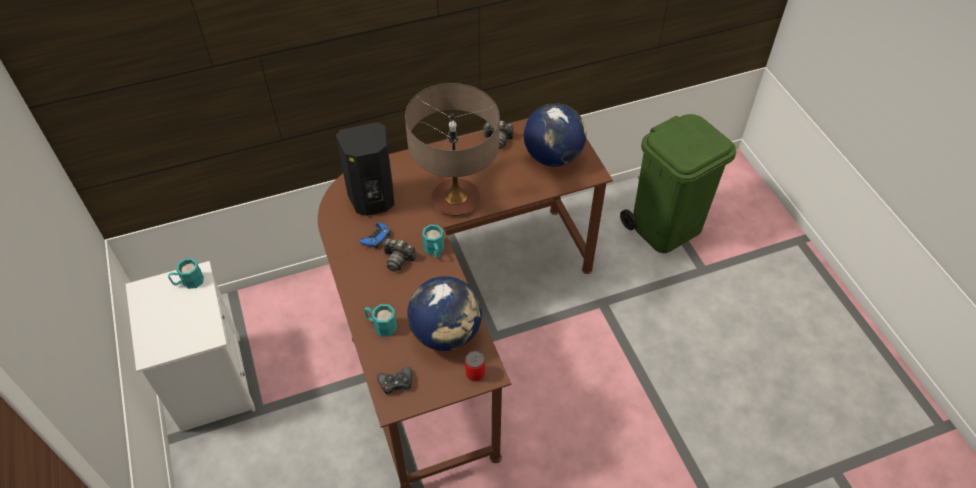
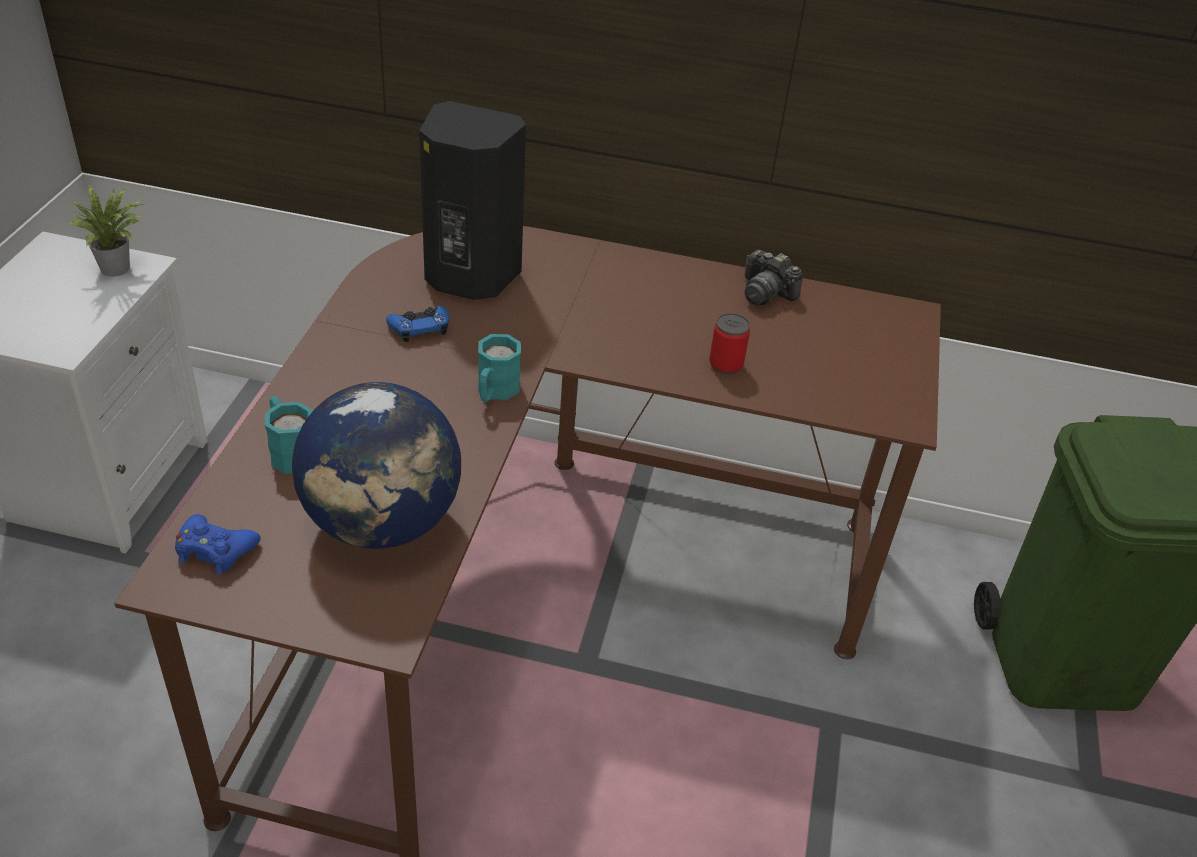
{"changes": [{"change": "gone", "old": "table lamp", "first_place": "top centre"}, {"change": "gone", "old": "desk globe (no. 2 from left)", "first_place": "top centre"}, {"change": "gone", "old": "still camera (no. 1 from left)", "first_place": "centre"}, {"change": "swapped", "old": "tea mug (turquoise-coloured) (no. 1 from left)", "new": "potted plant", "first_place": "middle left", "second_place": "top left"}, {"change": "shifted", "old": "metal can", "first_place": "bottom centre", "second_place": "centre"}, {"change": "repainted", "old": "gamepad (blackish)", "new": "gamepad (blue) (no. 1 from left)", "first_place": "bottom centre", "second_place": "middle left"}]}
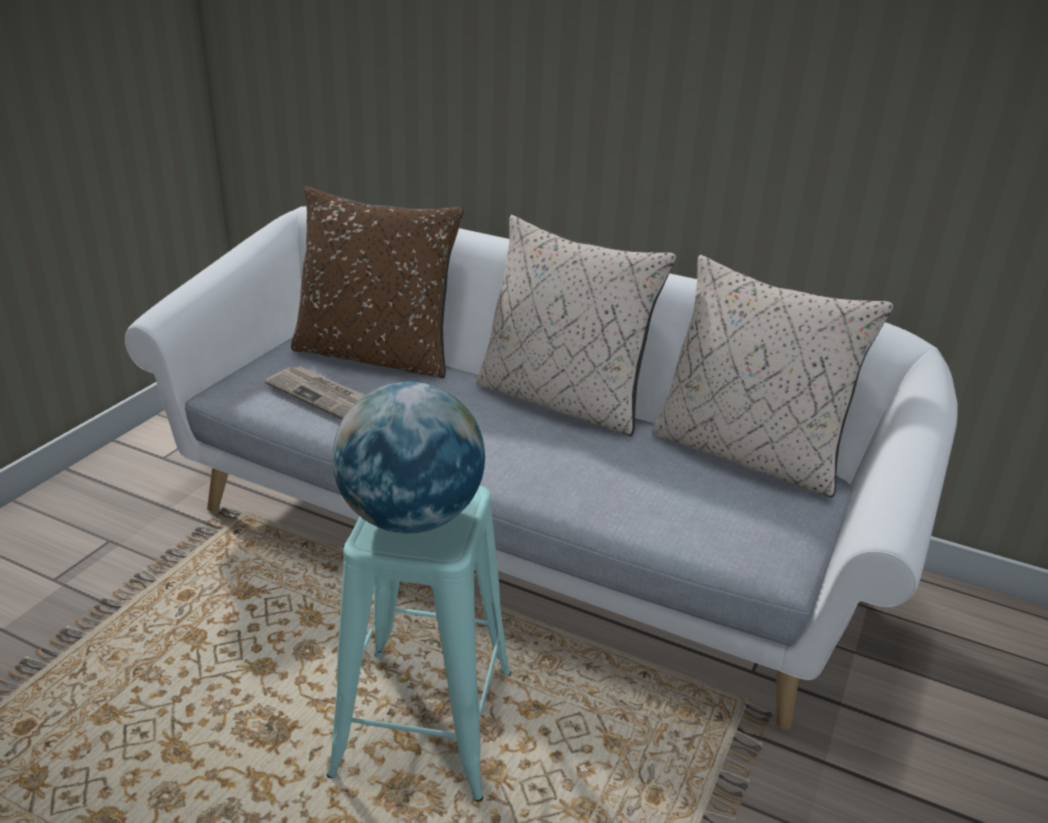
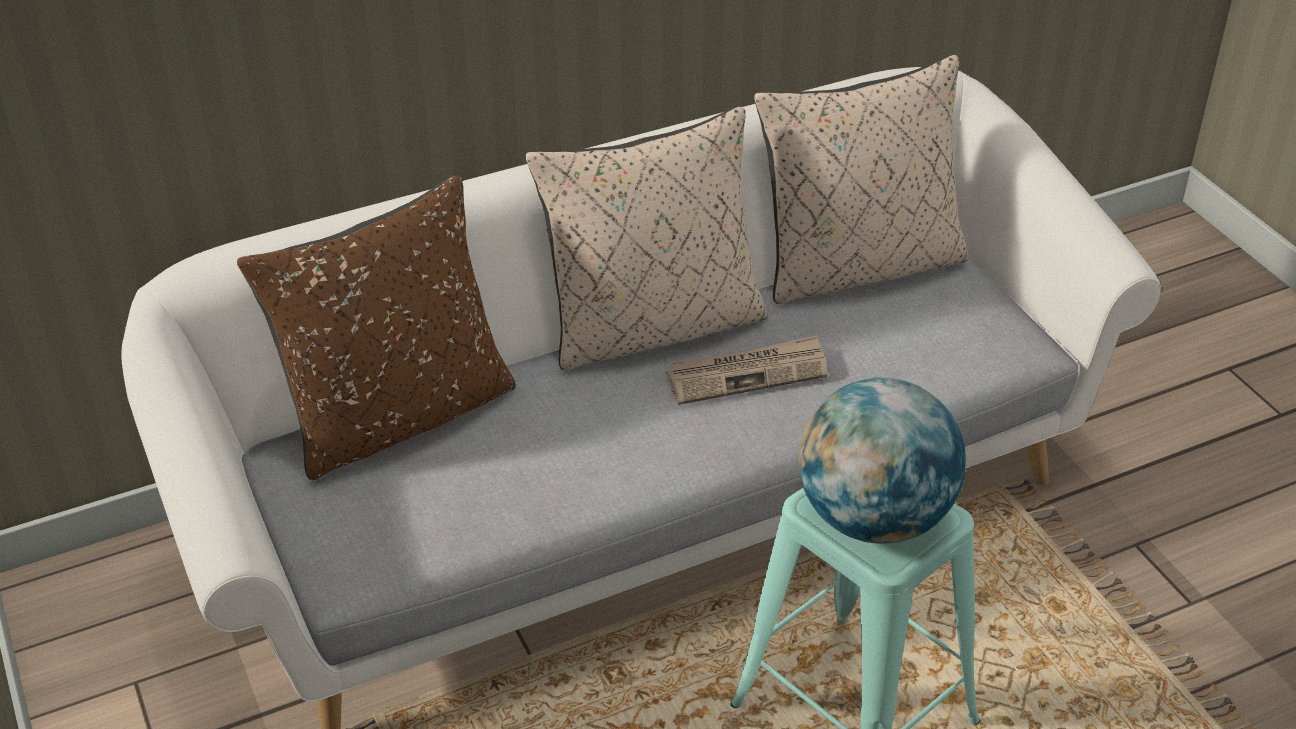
{"changes": [{"change": "shifted", "old": "daily paper", "first_place": "middle left", "second_place": "centre"}]}
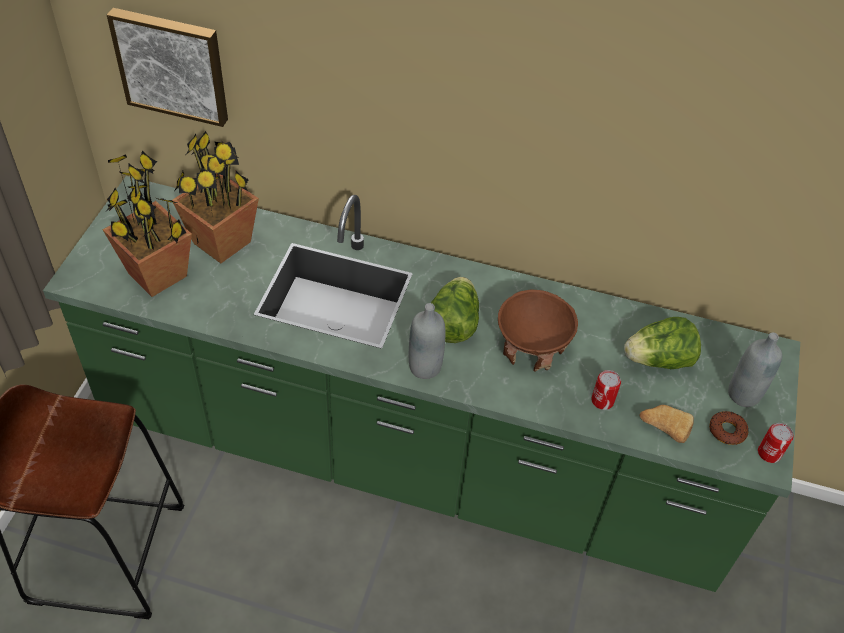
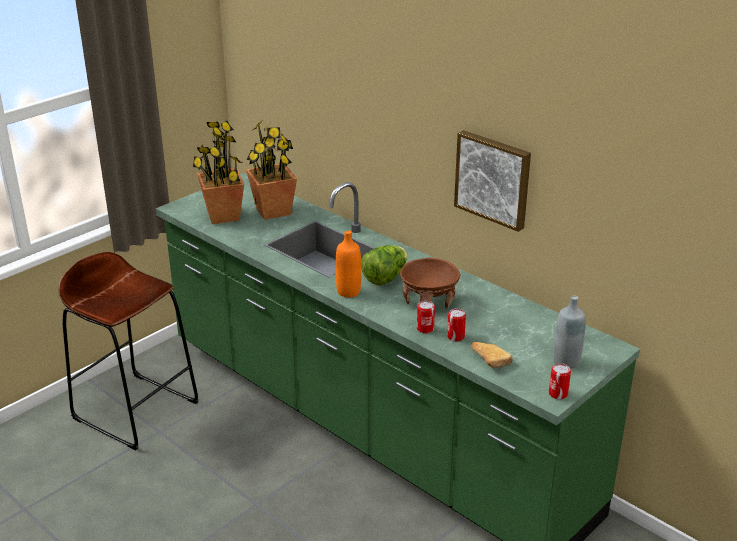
{"changes": [{"change": "shifted", "old": "picture", "first_place": "top left", "second_place": "middle right"}, {"change": "repainted", "old": "beverage bottle (grey) (no. 1 from left)", "new": "beverage bottle (orange)", "first_place": "centre", "second_place": "centre"}, {"change": "gone", "old": "lettuce head (no. 2 from left)", "first_place": "middle right"}, {"change": "gone", "old": "donut", "first_place": "bottom right"}, {"change": "new", "new": "metal can (no. 1 from left)", "second_place": "centre"}]}
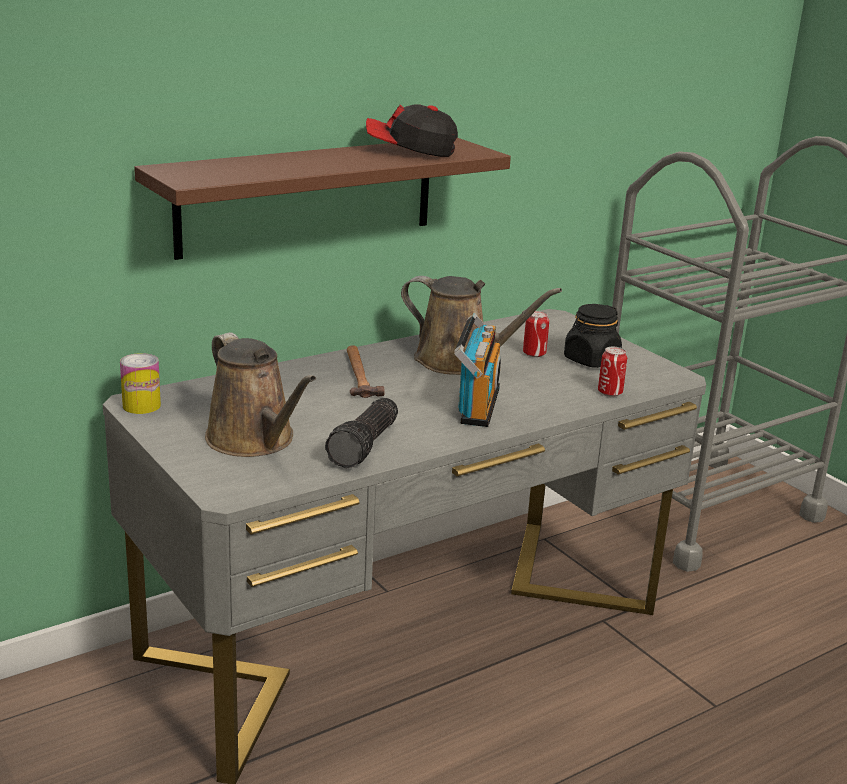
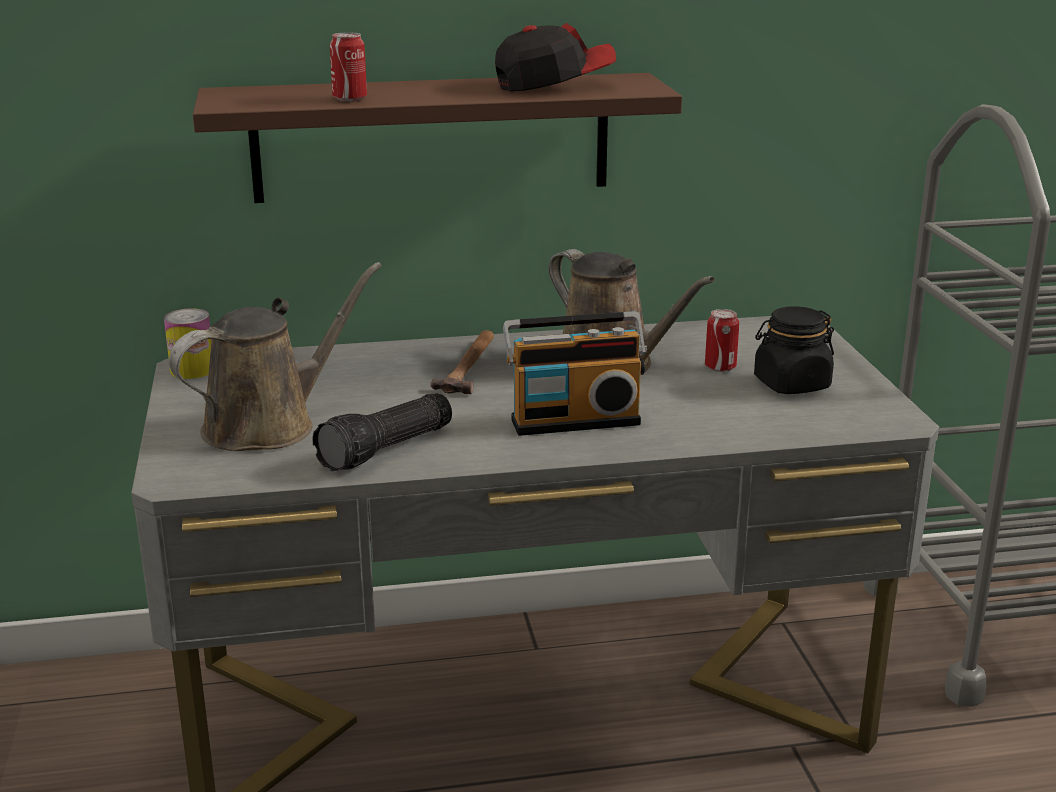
{"changes": [{"change": "rotated", "old": "peaked cap", "first_place": "top centre", "second_place": "top centre", "degrees": 135}, {"change": "rotated", "old": "radio receiver", "first_place": "centre", "second_place": "centre", "degrees": 45}, {"change": "rotated", "old": "sprinkling can (brown) (no. 1 from left)", "first_place": "middle left", "second_place": "middle left", "degrees": -120}, {"change": "shifted", "old": "metal can (no. 3 from left in the first image)", "new": "metal can (no. 2 from left)", "first_place": "middle right", "second_place": "top left"}]}
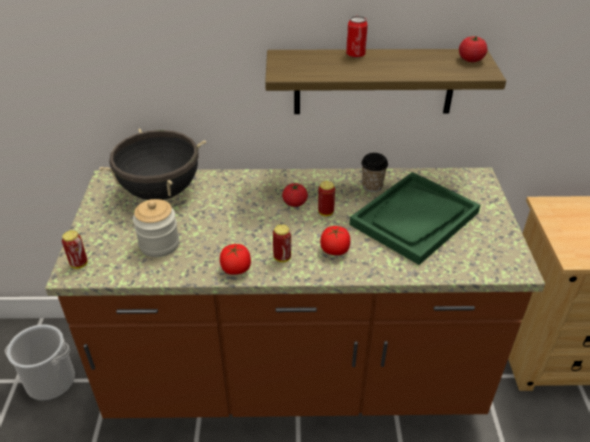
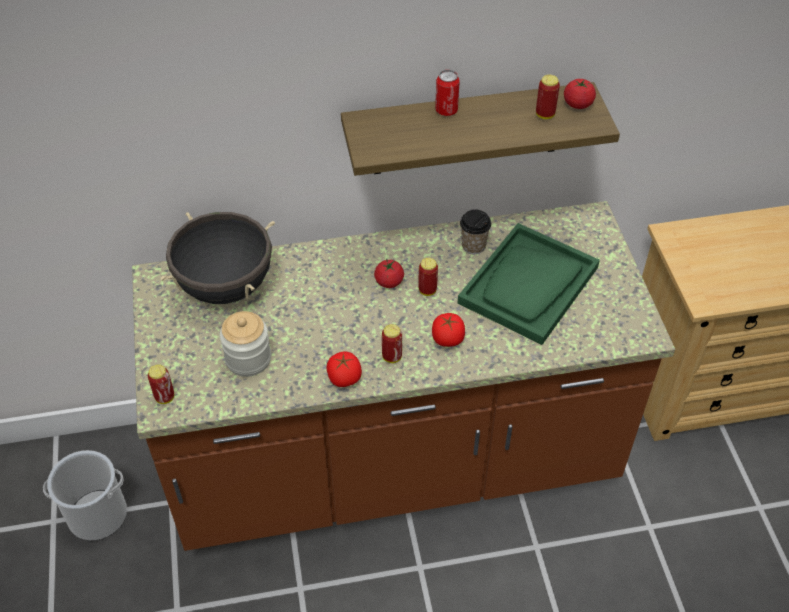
{"changes": [{"change": "new", "new": "metal can (no. 5 from left)", "second_place": "top right"}]}
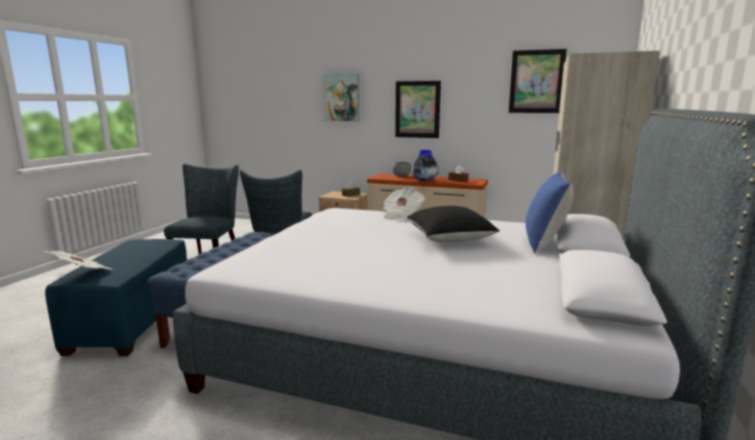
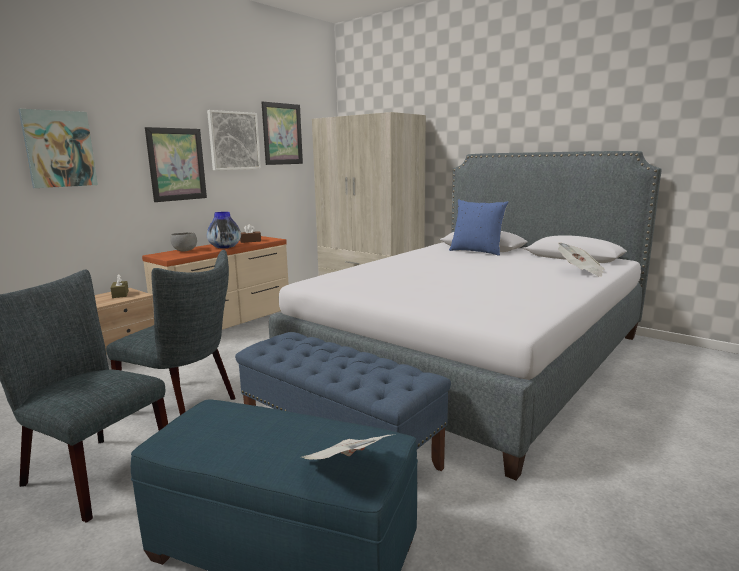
{"changes": [{"change": "shifted", "old": "daily paper (no. 2 from left)", "first_place": "centre", "second_place": "middle right"}, {"change": "gone", "old": "pillow (blackish)", "first_place": "centre"}, {"change": "new", "new": "picture (no. 3 from left)", "second_place": "top left"}]}
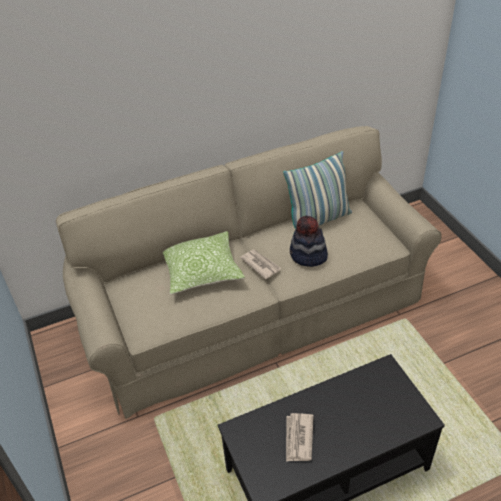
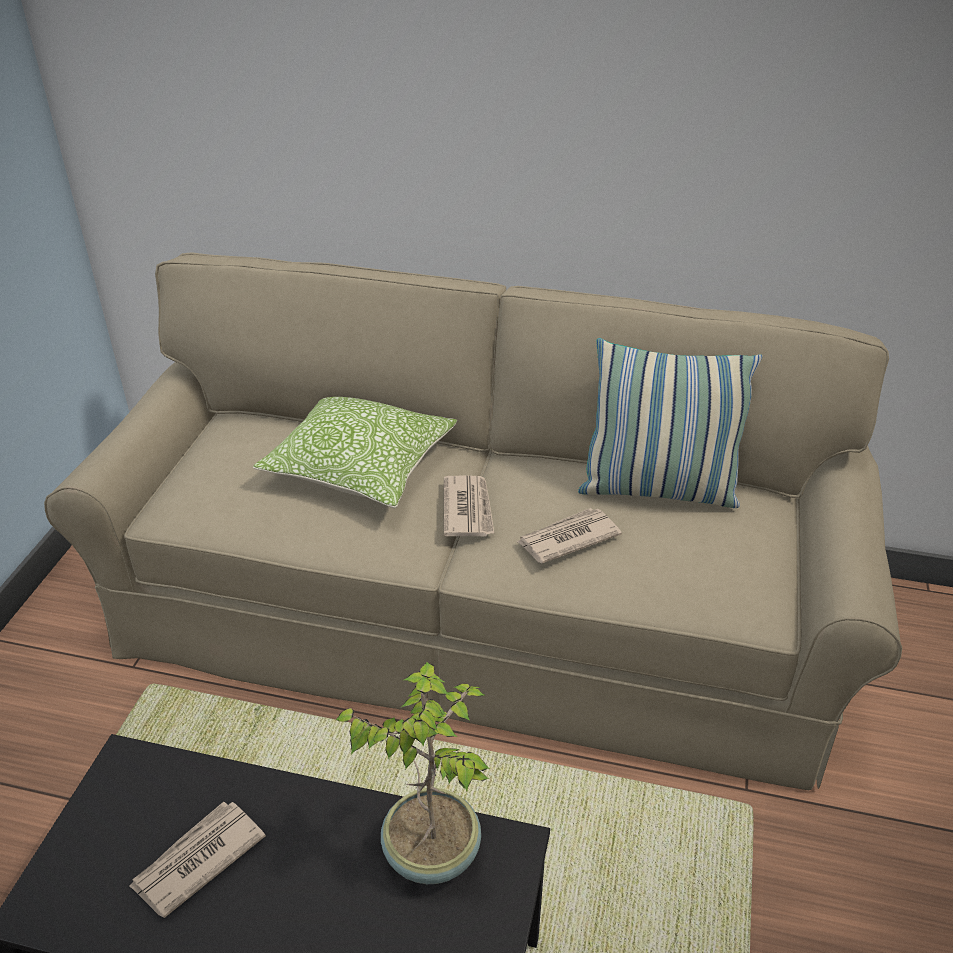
{"changes": [{"change": "swapped", "old": "wearable hat", "new": "daily paper (no. 3 from left)", "first_place": "centre", "second_place": "centre"}, {"change": "new", "new": "potted plant", "second_place": "bottom centre"}]}
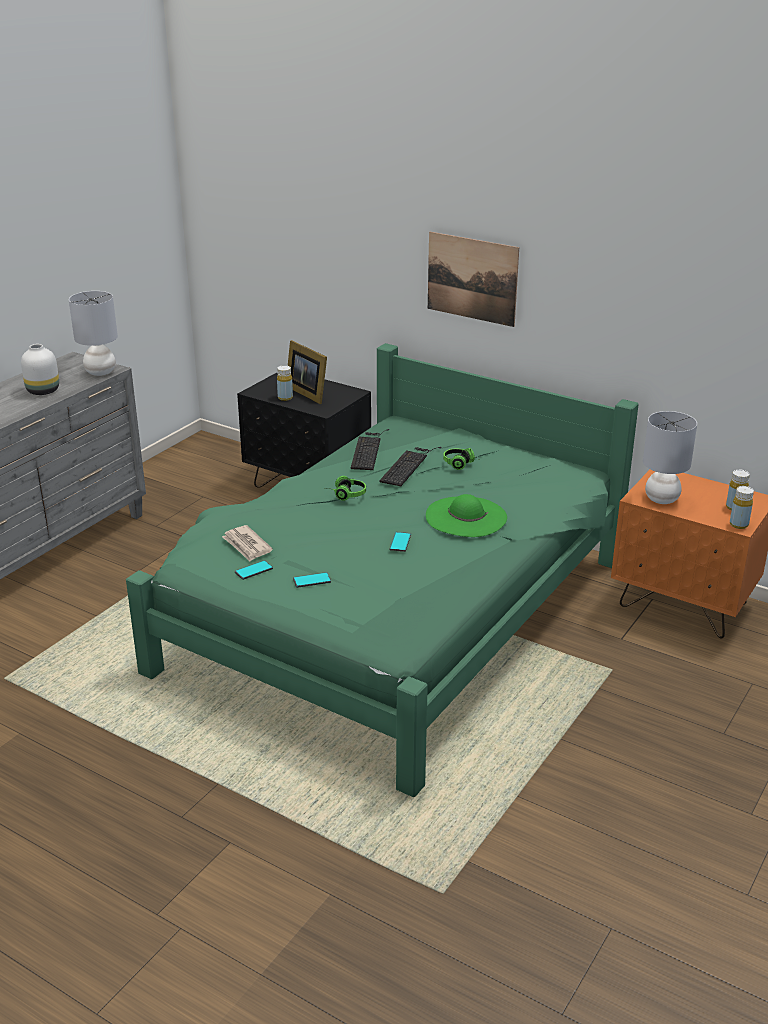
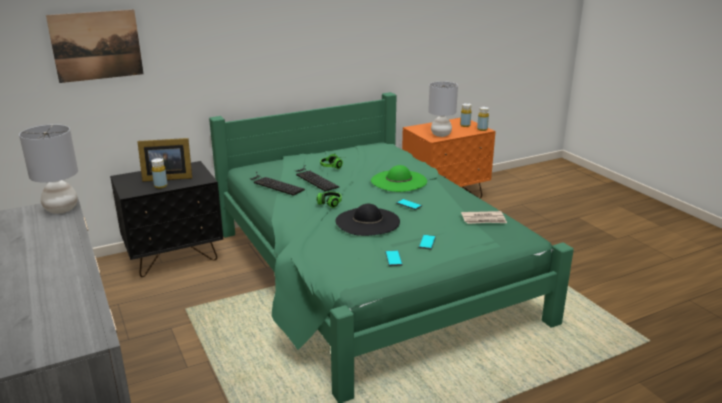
{"changes": [{"change": "shifted", "old": "picture", "first_place": "top centre", "second_place": "top left"}, {"change": "gone", "old": "flower vase (whitish)", "first_place": "middle left"}, {"change": "shifted", "old": "daily paper", "first_place": "middle left", "second_place": "middle right"}, {"change": "new", "new": "wearable hat (blackish)", "second_place": "centre"}]}
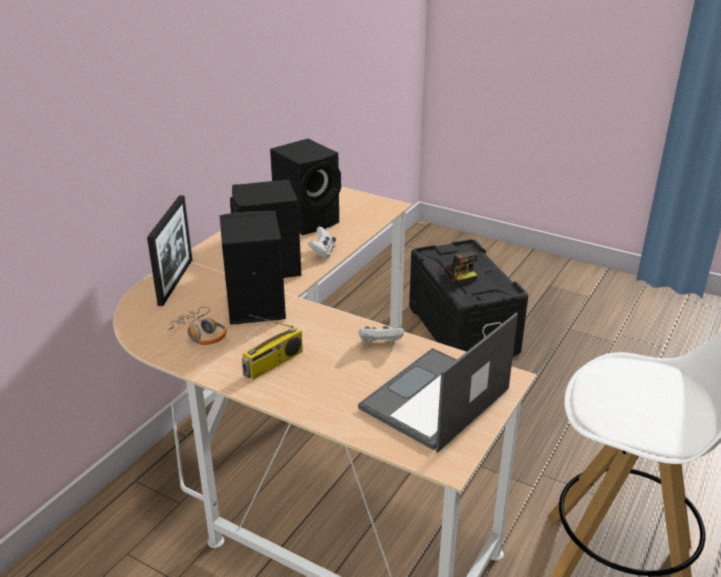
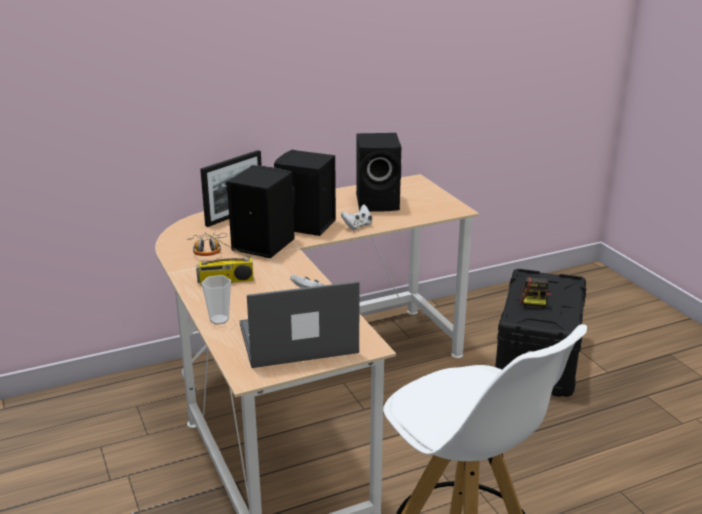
{"changes": [{"change": "new", "new": "cup", "second_place": "middle left"}]}
